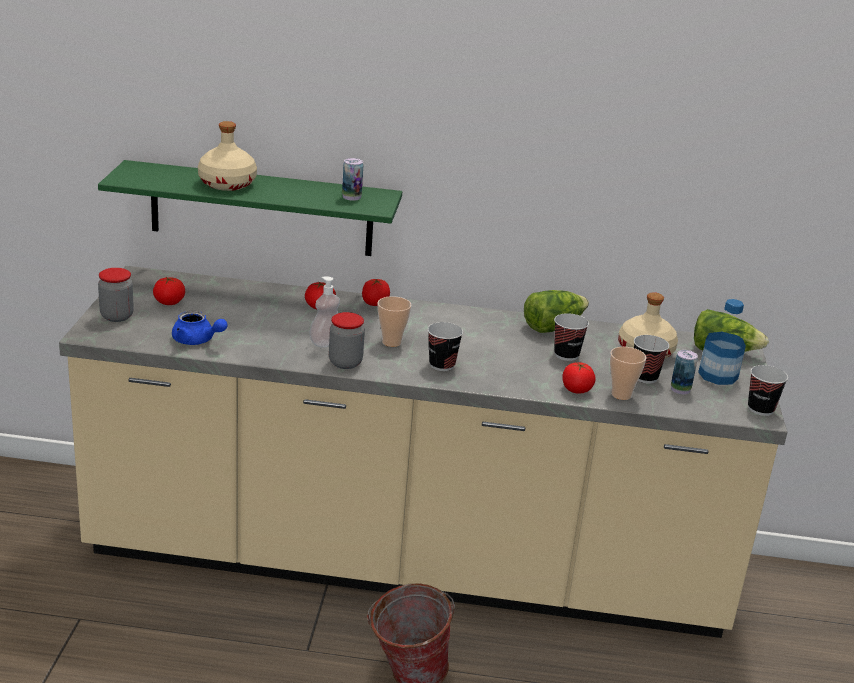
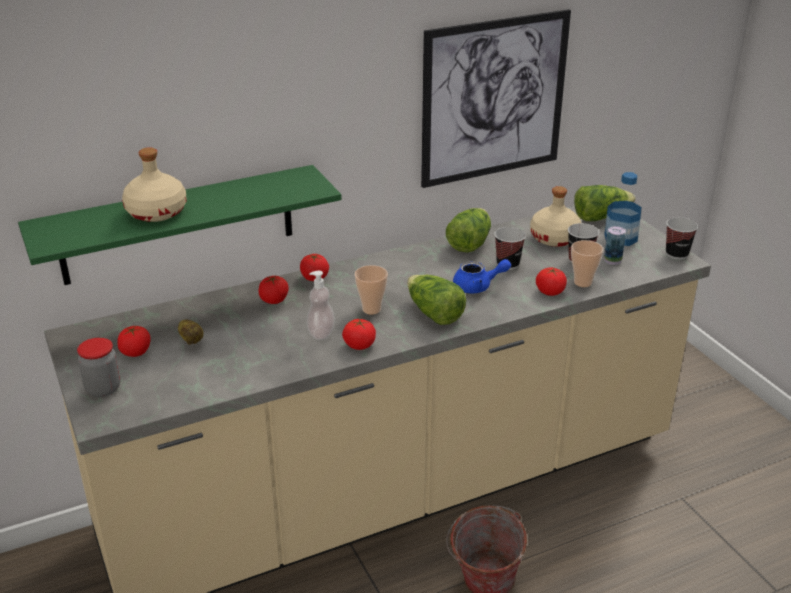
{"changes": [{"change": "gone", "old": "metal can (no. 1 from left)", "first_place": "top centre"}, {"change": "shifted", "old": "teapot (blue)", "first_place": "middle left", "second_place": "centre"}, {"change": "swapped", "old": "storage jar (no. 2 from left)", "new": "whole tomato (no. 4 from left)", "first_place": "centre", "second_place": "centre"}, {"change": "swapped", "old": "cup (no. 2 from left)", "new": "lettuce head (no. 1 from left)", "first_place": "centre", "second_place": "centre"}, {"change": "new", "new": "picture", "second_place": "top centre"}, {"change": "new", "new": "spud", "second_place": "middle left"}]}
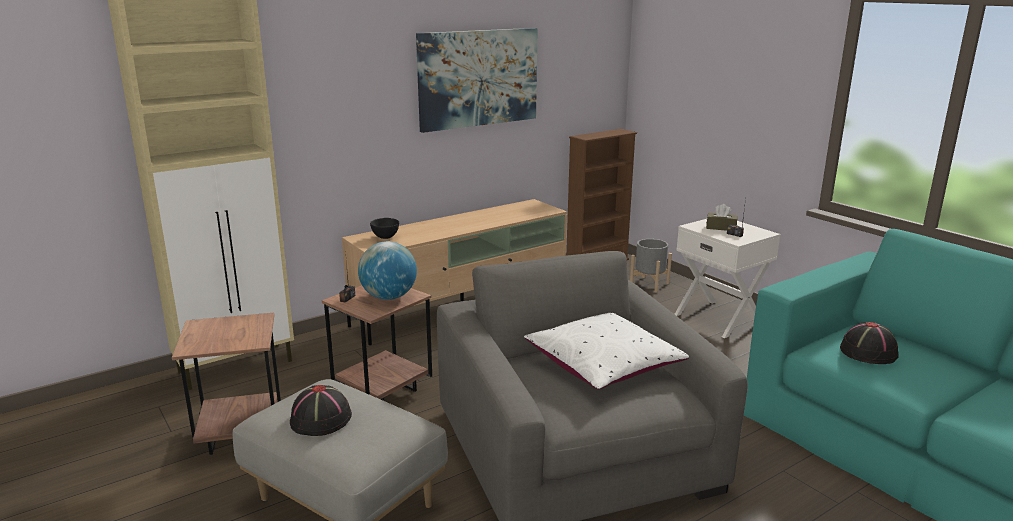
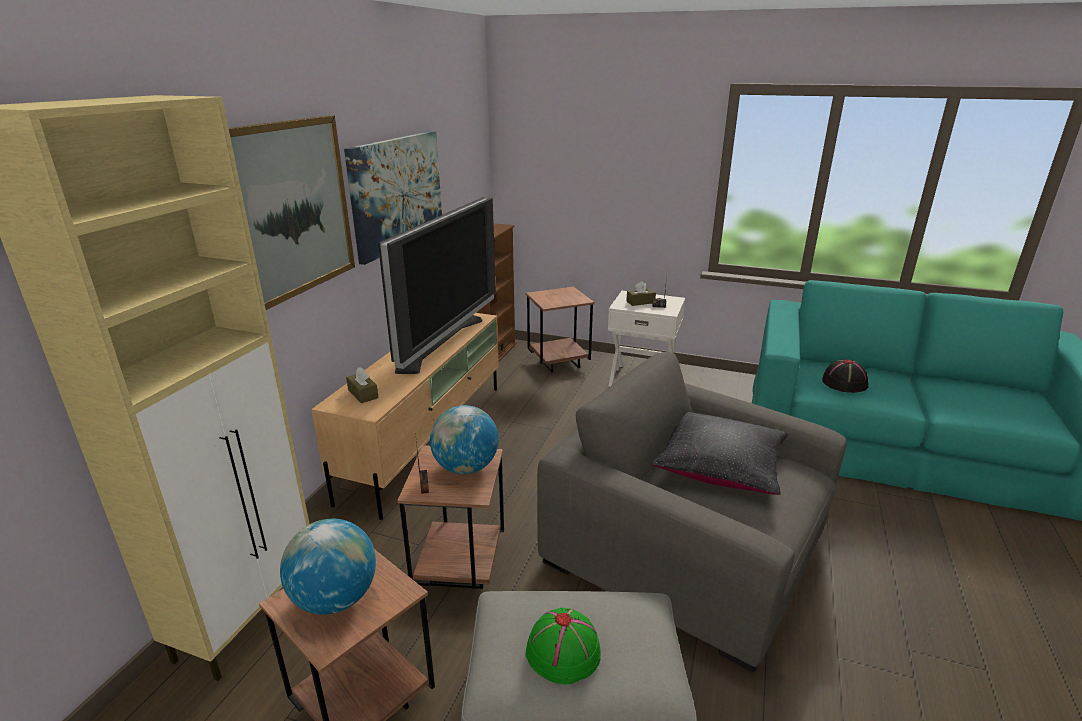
{"changes": [{"change": "swapped", "old": "bowl (blackish)", "new": "tissue box (brown) (no. 1 from left)", "first_place": "centre", "second_place": "centre"}, {"change": "swapped", "old": "planter (grey)", "new": "side table (brown) (no. 3 from left)", "first_place": "centre", "second_place": "centre"}, {"change": "repainted", "old": "pillow (whitish)", "new": "pillow (blackish)", "first_place": "bottom centre", "second_place": "centre"}, {"change": "repainted", "old": "wearable hat (blackish) (no. 1 from left)", "new": "wearable hat (green)", "first_place": "bottom left", "second_place": "bottom centre"}, {"change": "new", "new": "picture (no. 1 from left)", "second_place": "top left"}, {"change": "new", "new": "television", "second_place": "centre"}, {"change": "new", "new": "desk globe (no. 1 from left)", "second_place": "bottom left"}]}
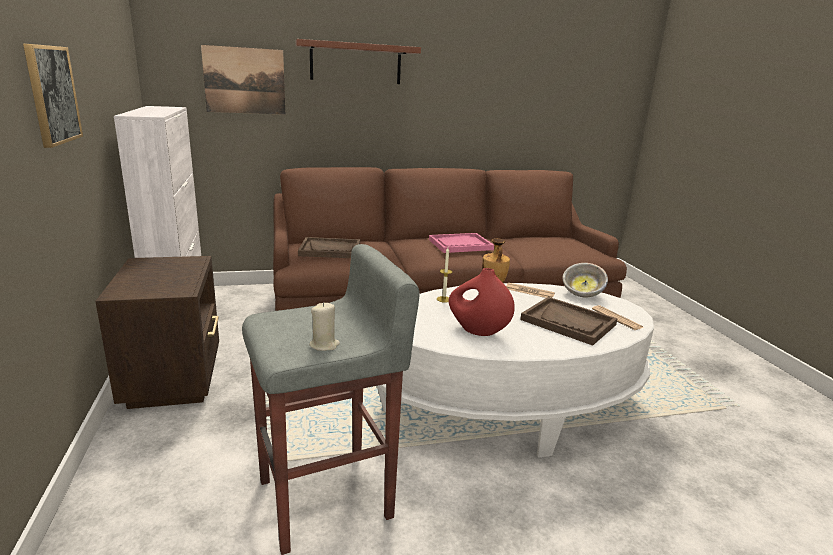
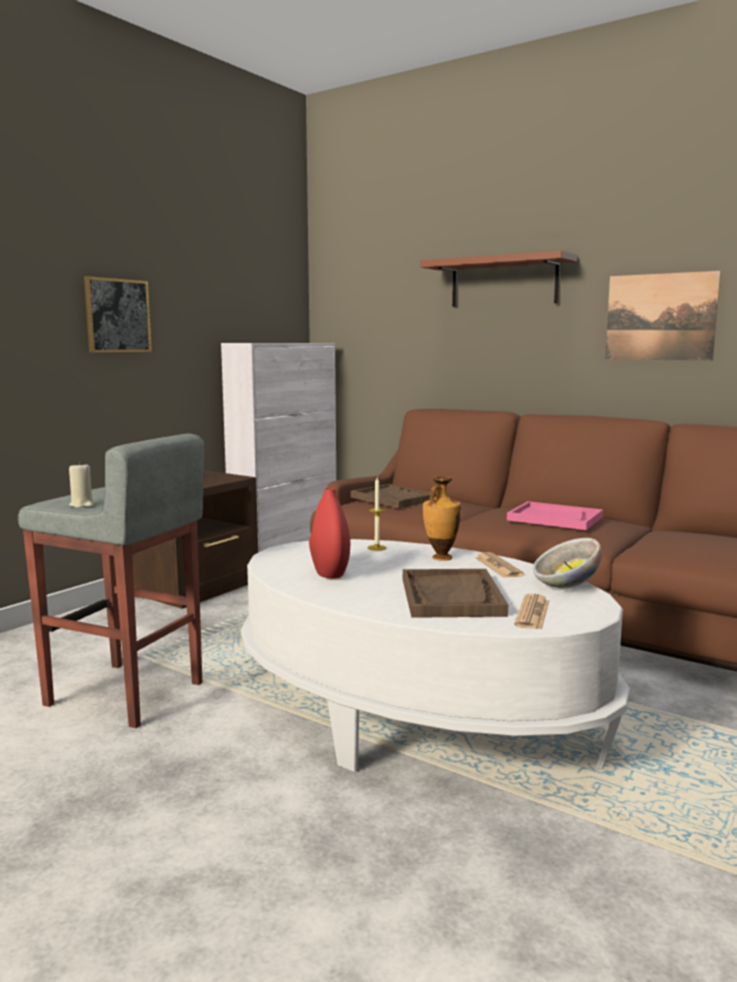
{"changes": [{"change": "shifted", "old": "picture (no. 2 from left)", "first_place": "top left", "second_place": "top right"}]}
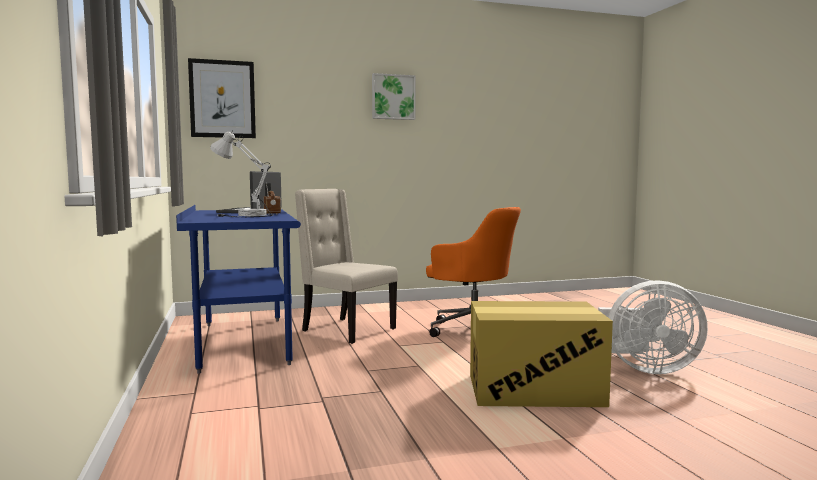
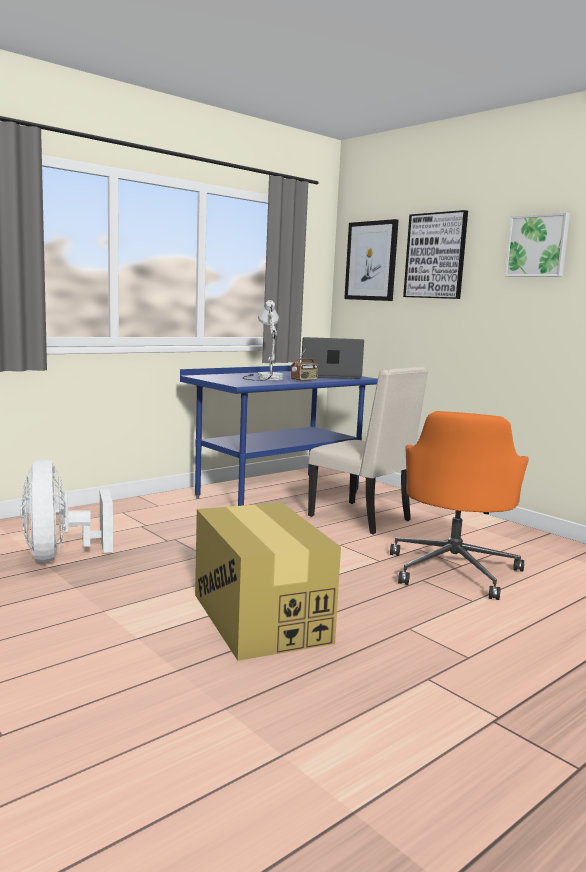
{"changes": [{"change": "rotated", "old": "chair (beige)", "first_place": "centre", "second_place": "centre", "degrees": 120}, {"change": "shifted", "old": "electric fan (whitish)", "first_place": "bottom right", "second_place": "middle left"}, {"change": "new", "new": "picture (no. 2 from left)", "second_place": "top right"}]}
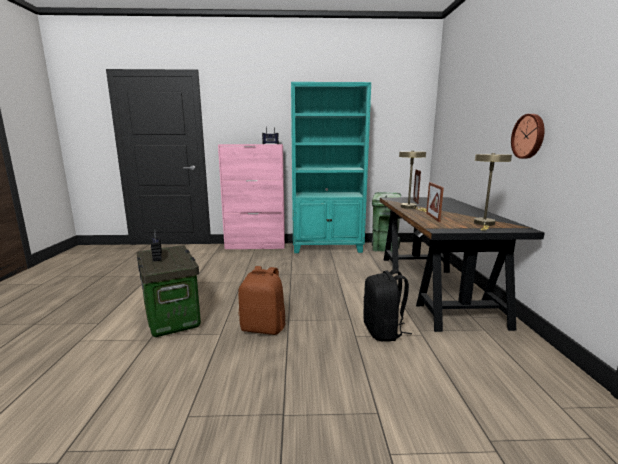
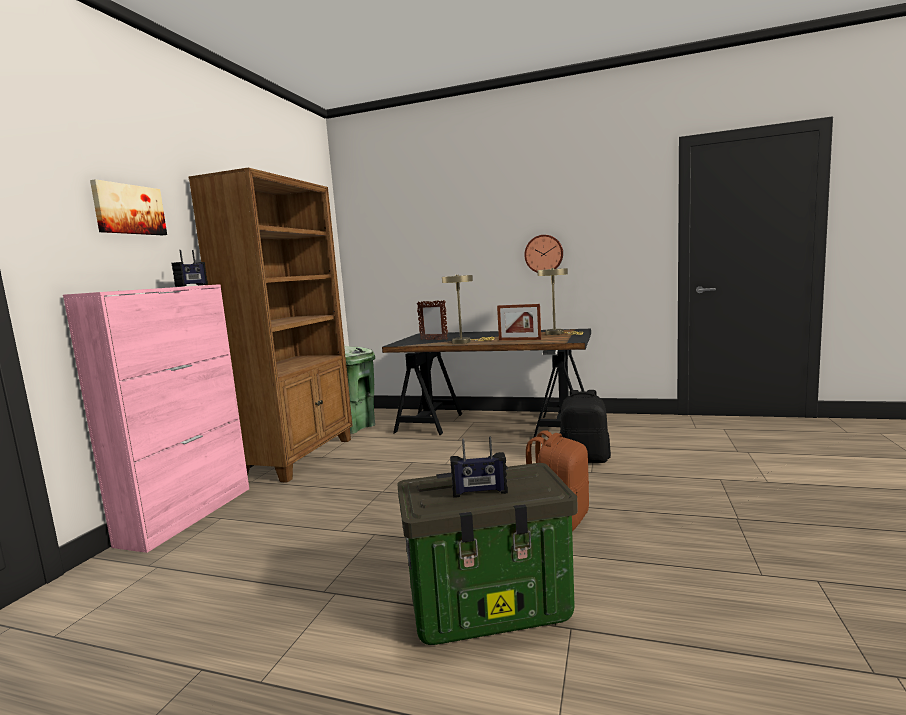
{"changes": [{"change": "repainted", "old": "shelving unit (turquoise-coloured)", "new": "shelving unit (brown)", "first_place": "centre", "second_place": "middle left"}, {"change": "new", "new": "picture", "second_place": "top left"}]}
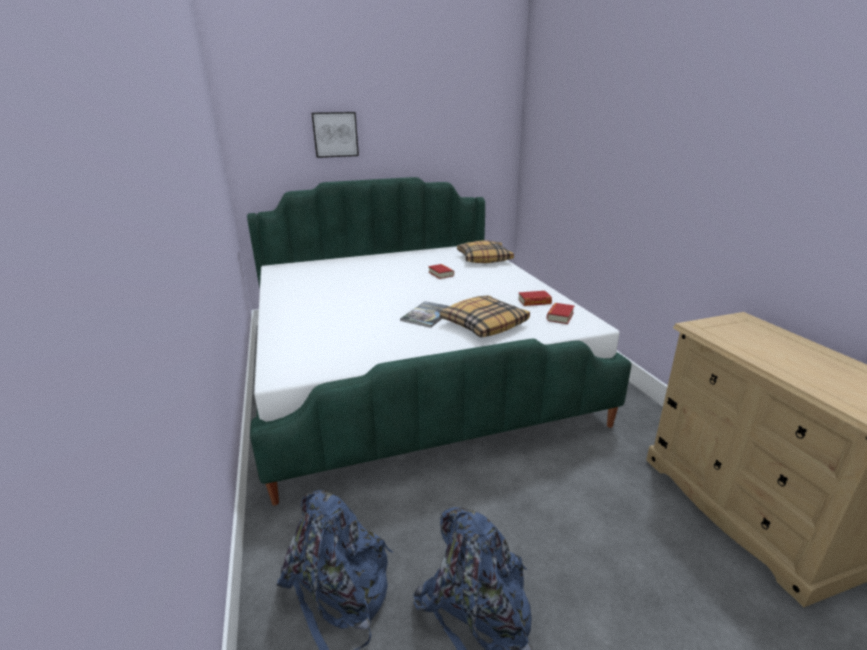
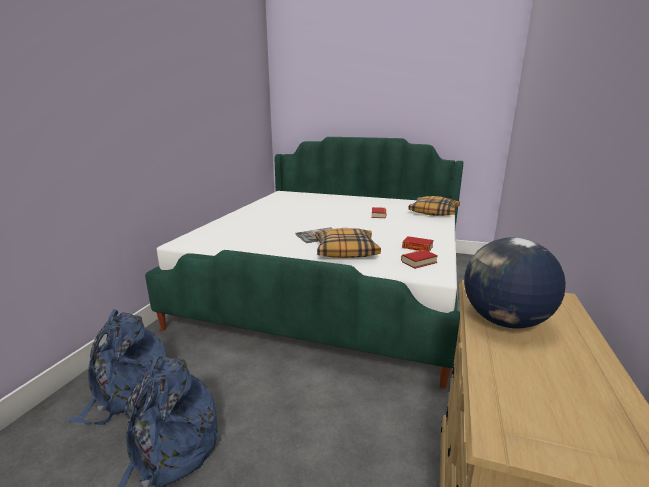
{"changes": [{"change": "gone", "old": "picture", "first_place": "top centre"}, {"change": "new", "new": "desk globe", "second_place": "middle right"}]}
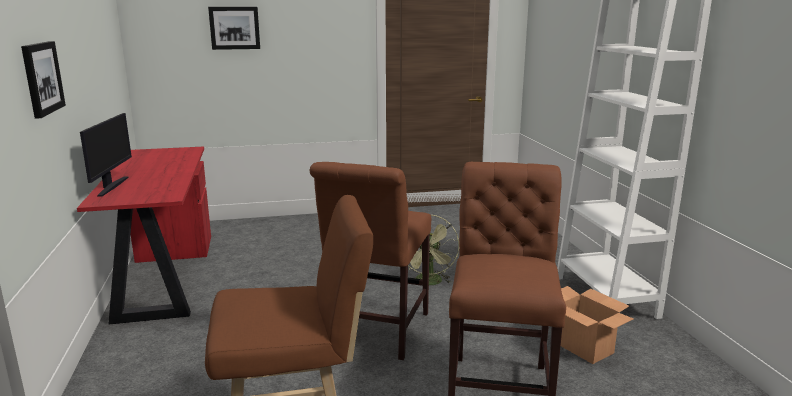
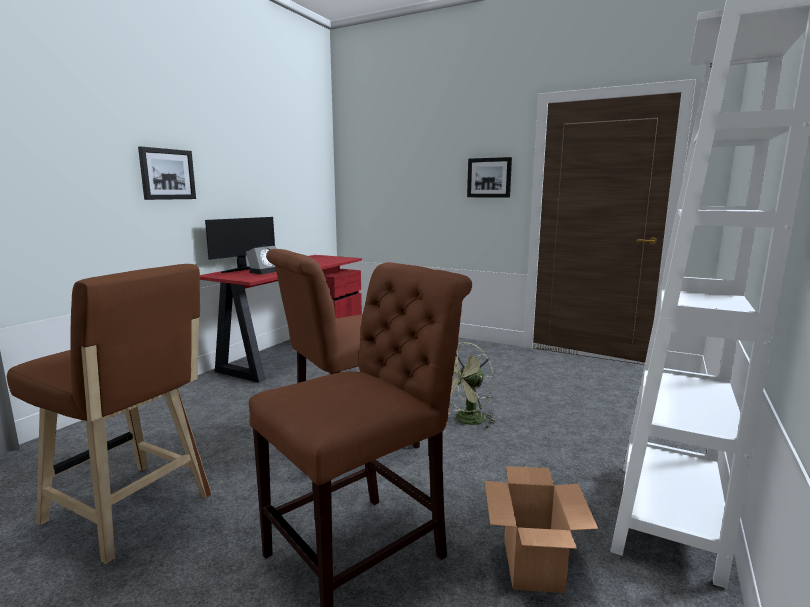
{"changes": [{"change": "shifted", "old": "picture (no. 2 from left)", "first_place": "top left", "second_place": "top centre"}, {"change": "new", "new": "table clock", "second_place": "middle left"}]}
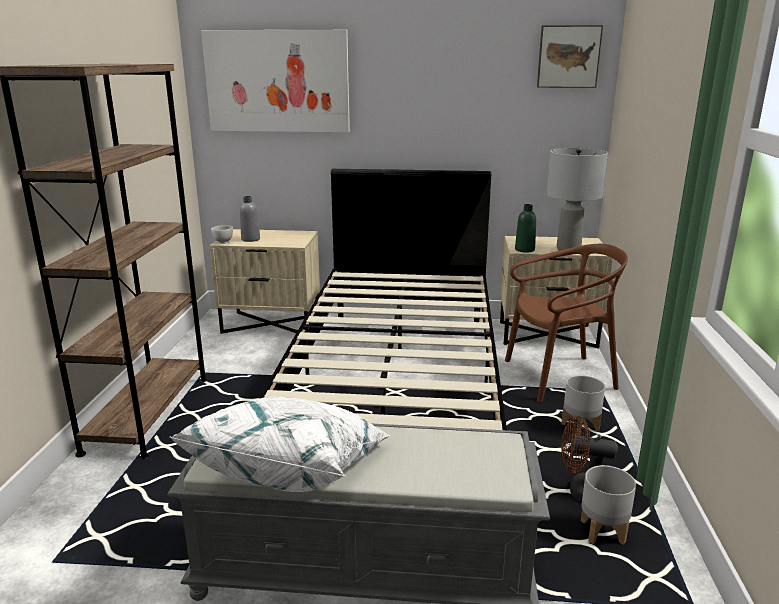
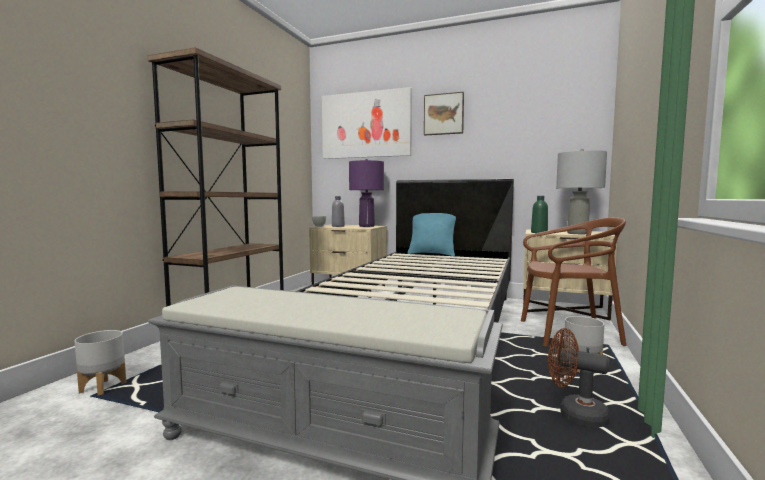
{"changes": [{"change": "shifted", "old": "picture (no. 2 from left)", "first_place": "top right", "second_place": "top centre"}, {"change": "gone", "old": "pillow (whitish)", "first_place": "bottom centre"}, {"change": "shifted", "old": "planter (grey) (no. 2 from left in the first image)", "new": "planter (grey) (no. 1 from left)", "first_place": "bottom right", "second_place": "bottom left"}, {"change": "new", "new": "table lamp (purplish)", "second_place": "centre"}, {"change": "new", "new": "pillow (turquoise-coloured)", "second_place": "centre"}]}
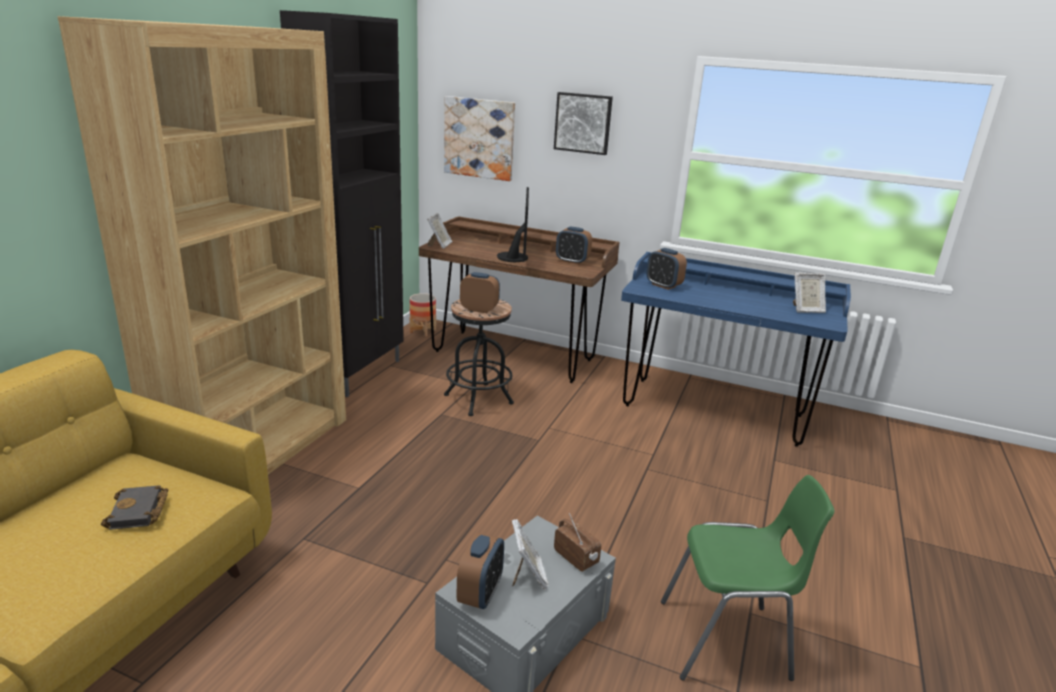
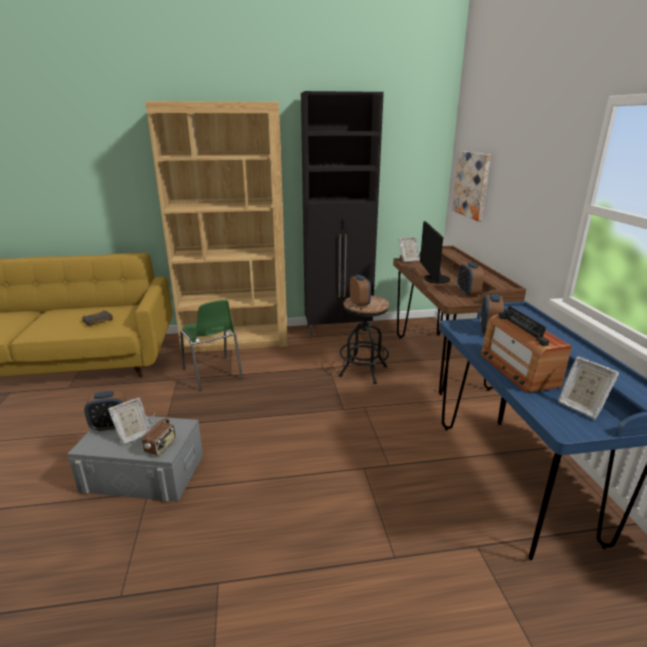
{"changes": [{"change": "gone", "old": "picture (no. 2 from left)", "first_place": "top centre"}, {"change": "rotated", "old": "computer screen", "first_place": "top centre", "second_place": "middle right", "degrees": 120}, {"change": "gone", "old": "planter", "first_place": "centre"}, {"change": "shifted", "old": "chair (green)", "first_place": "bottom right", "second_place": "middle left"}, {"change": "new", "new": "radio receiver (no. 2 from left)", "second_place": "middle right"}]}
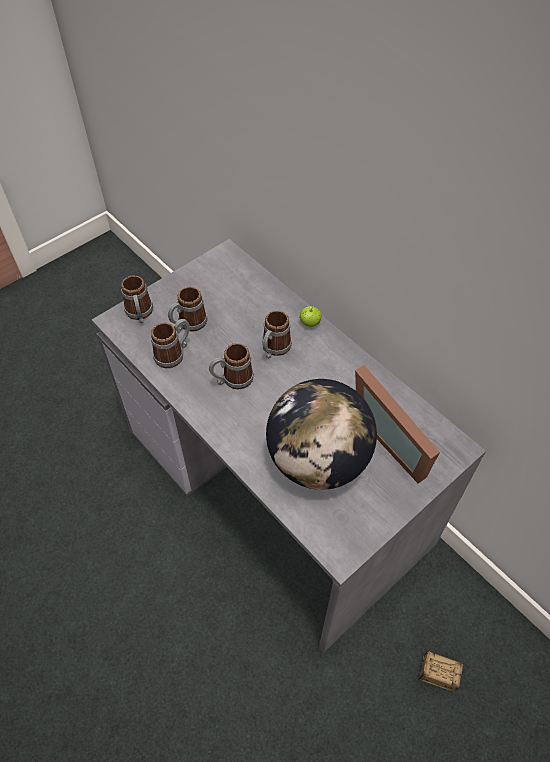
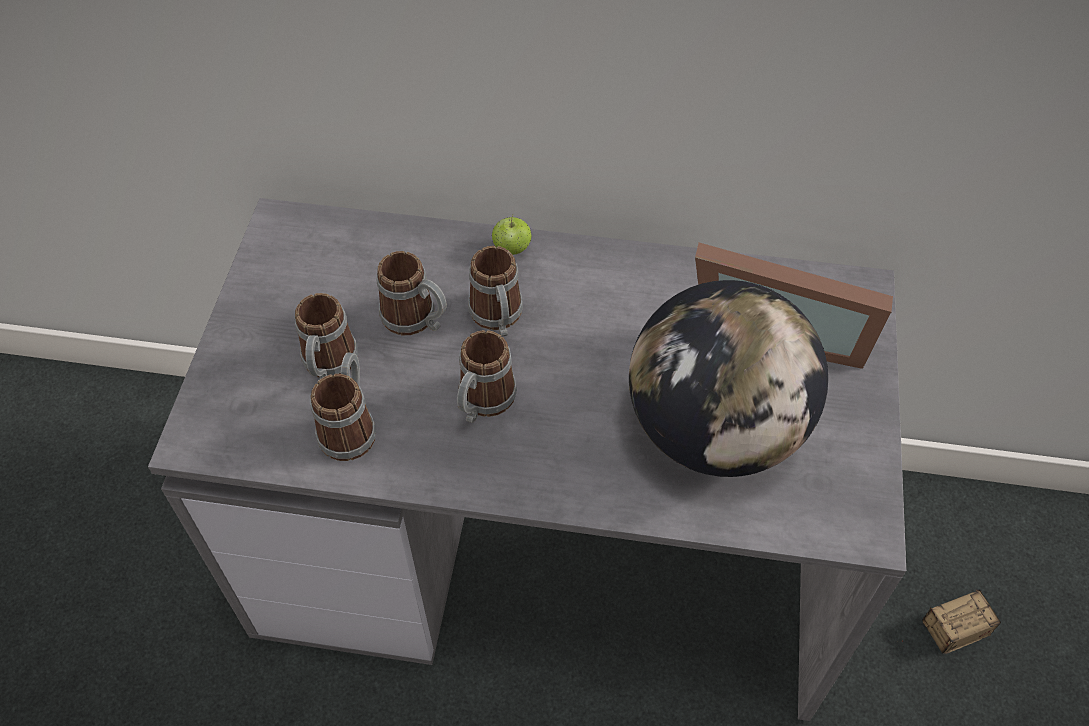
{"changes": [{"change": "shifted", "old": "tea mug (no. 1 from left in the first image)", "new": "tea mug (no. 3 from left)", "first_place": "middle left", "second_place": "centre"}]}
